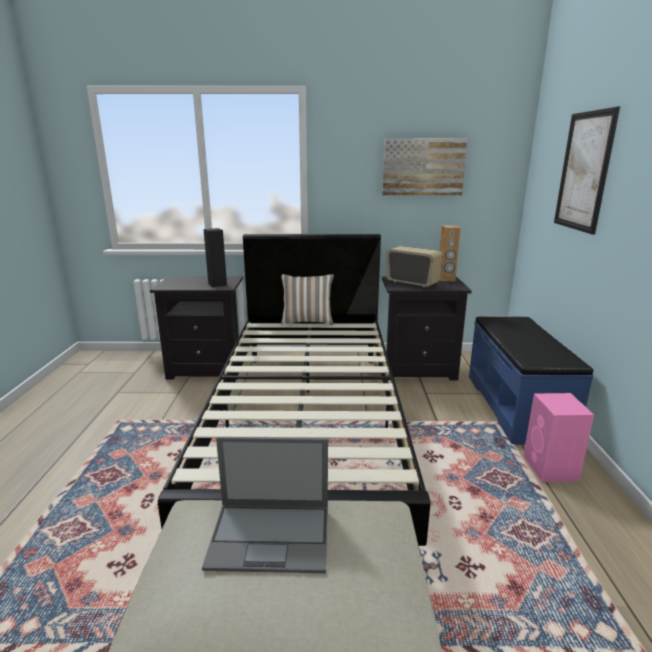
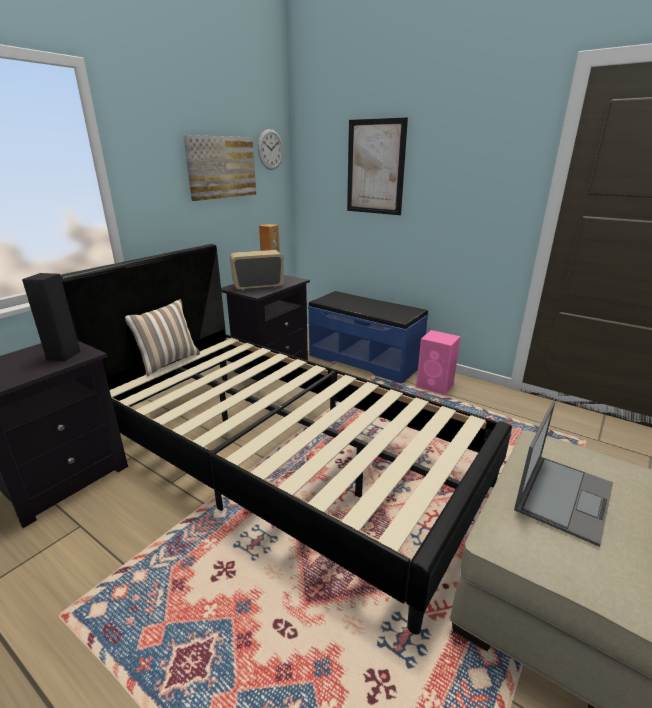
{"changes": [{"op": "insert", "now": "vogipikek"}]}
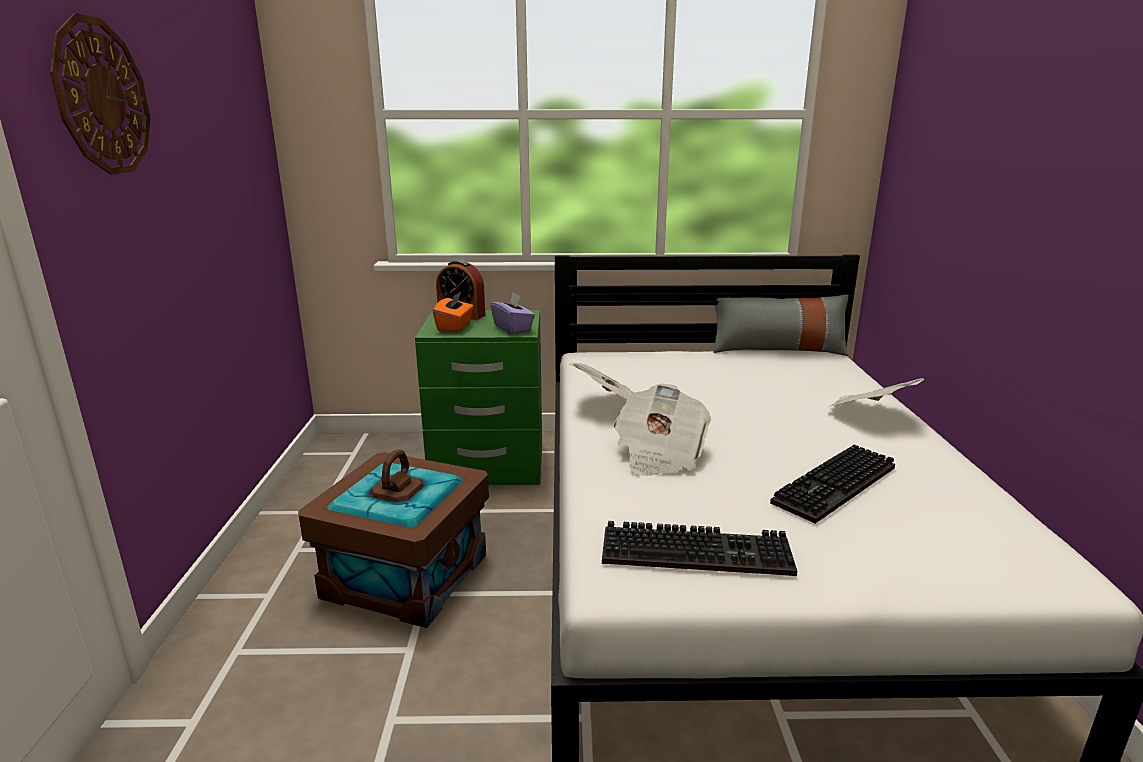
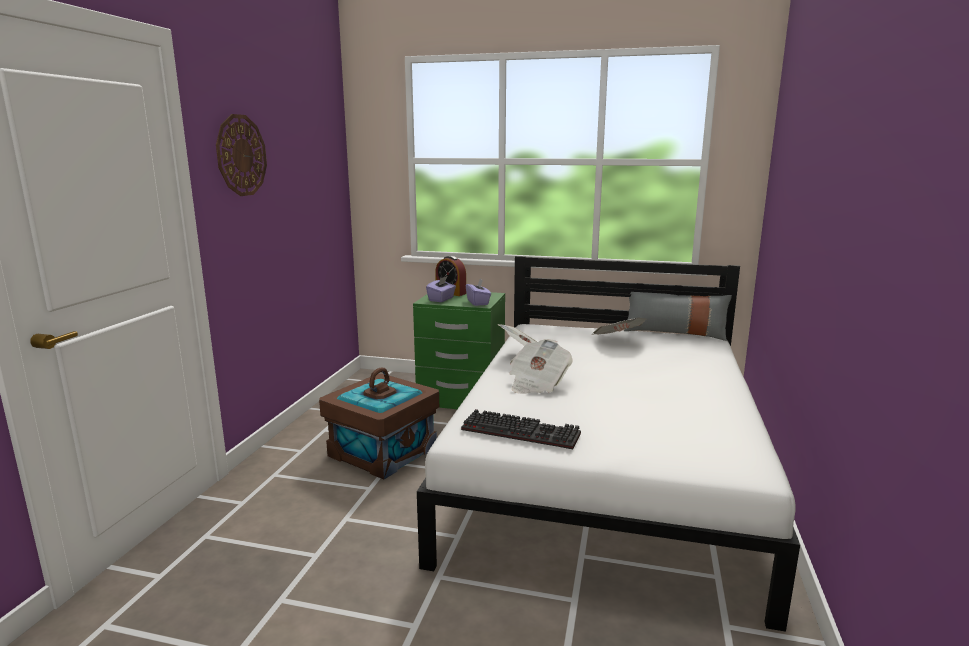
{"changes": [{"op": "recolor", "was": "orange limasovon", "now": "purple limasovon (1st from left)"}, {"op": "delete", "was": "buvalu (2nd from left)"}, {"op": "move", "was": "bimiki (3rd from left)"}]}
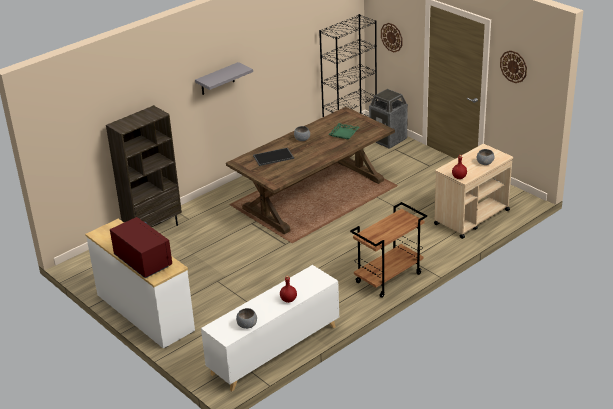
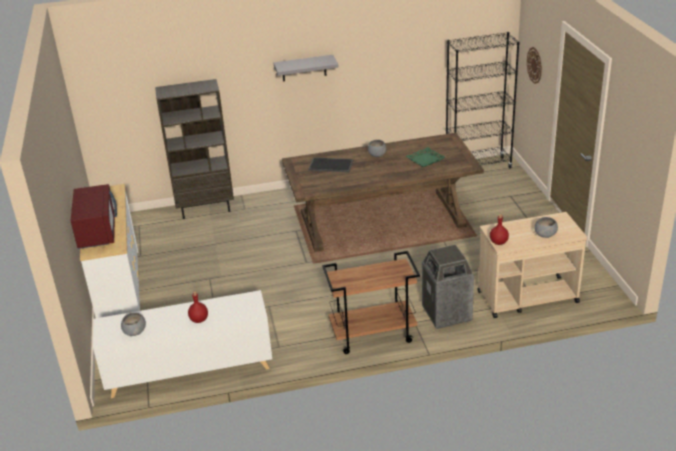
{"changes": [{"op": "move", "was": "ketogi"}, {"op": "delete", "was": "vogipikek (2nd from left)"}]}
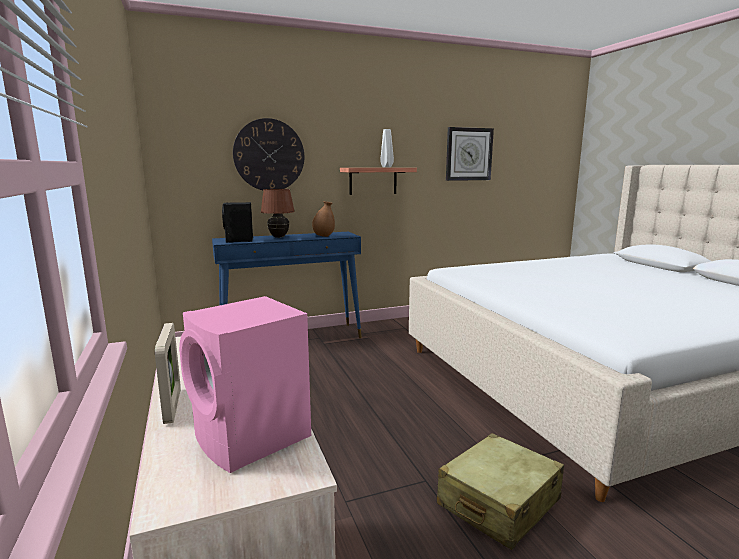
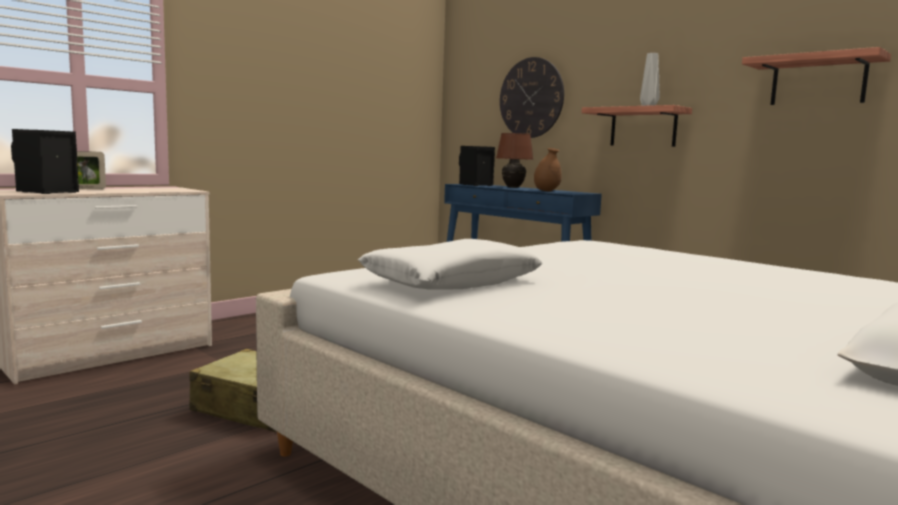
{"changes": [{"op": "recolor", "was": "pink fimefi", "now": "black fimefi (1st from left)"}, {"op": "replace", "was": "vogipikek (2nd from left)", "now": "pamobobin (2nd from left)"}, {"op": "insert", "now": "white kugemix"}]}
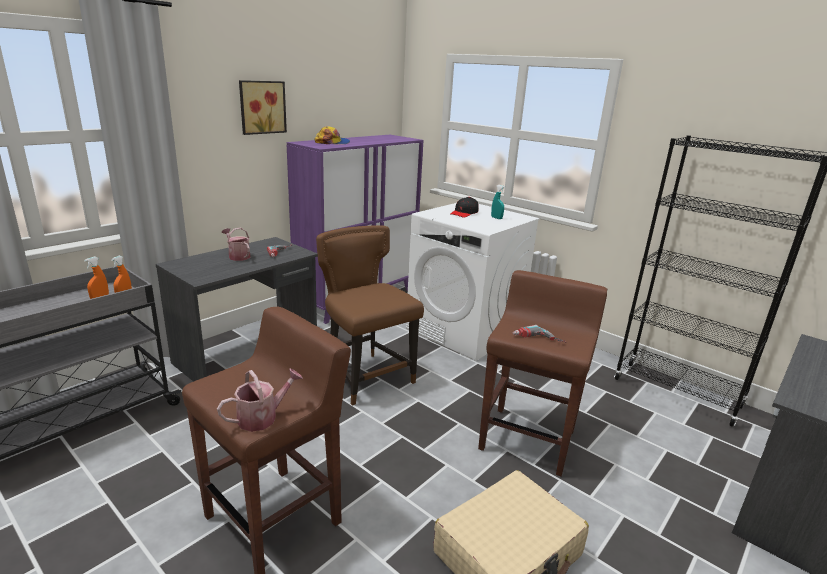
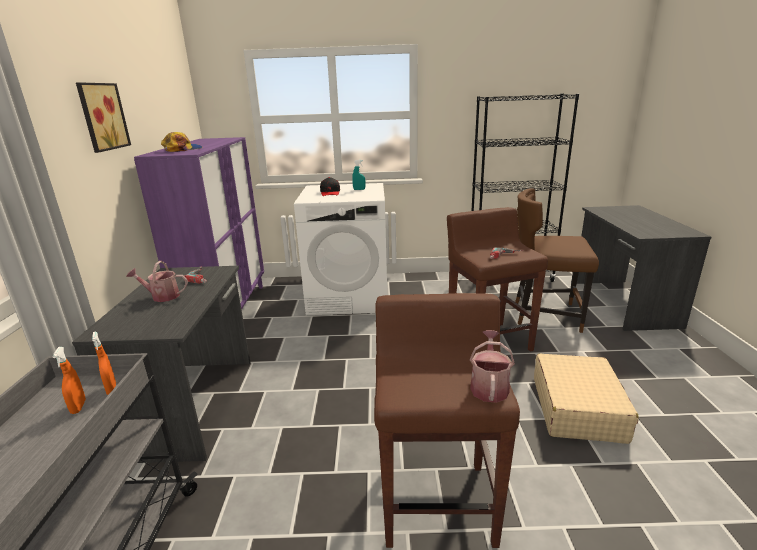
{"changes": [{"op": "move", "was": "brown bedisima"}]}
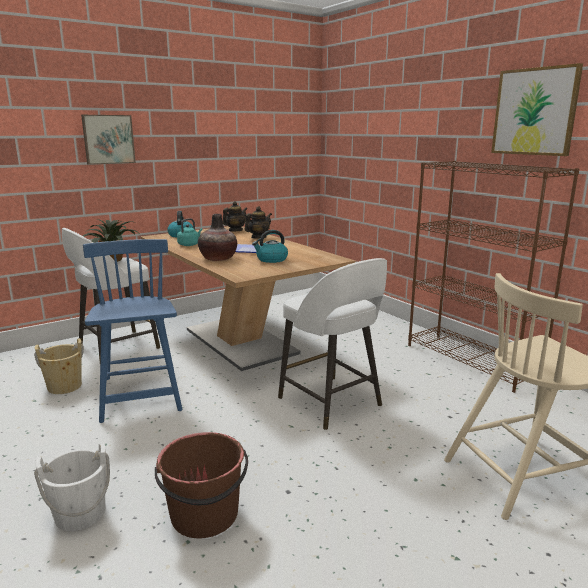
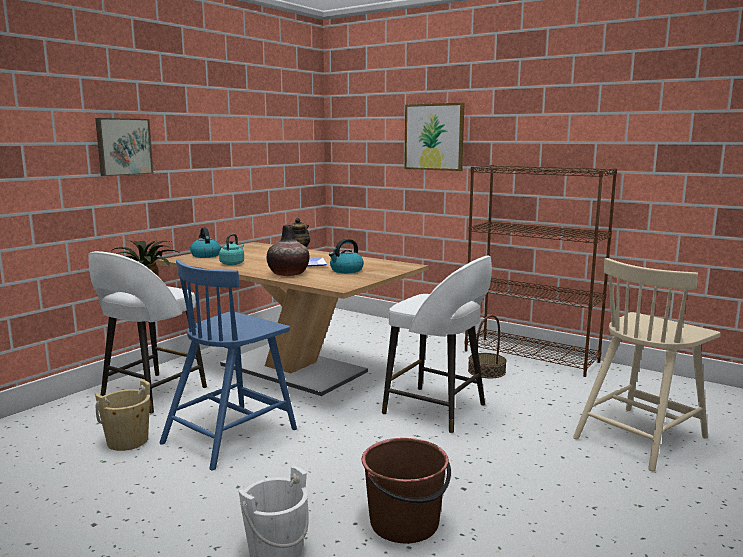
{"changes": [{"op": "rotate", "was": "blue bedisima", "clockwise": -105}, {"op": "delete", "was": "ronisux (1st from left)"}, {"op": "move", "was": "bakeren (2nd from left)"}, {"op": "insert", "now": "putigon"}]}
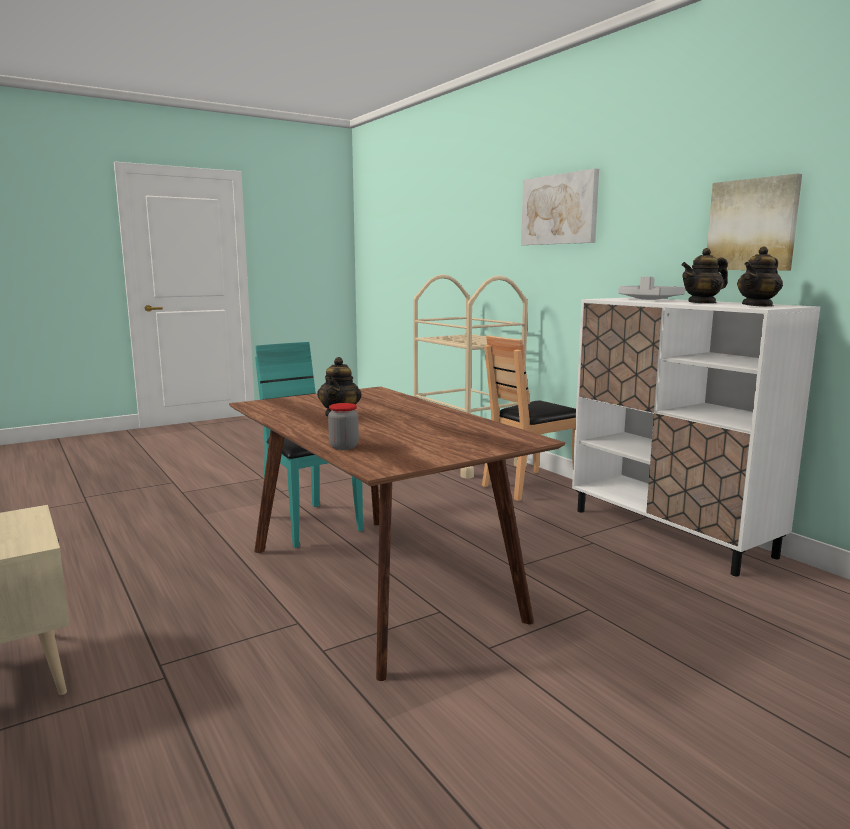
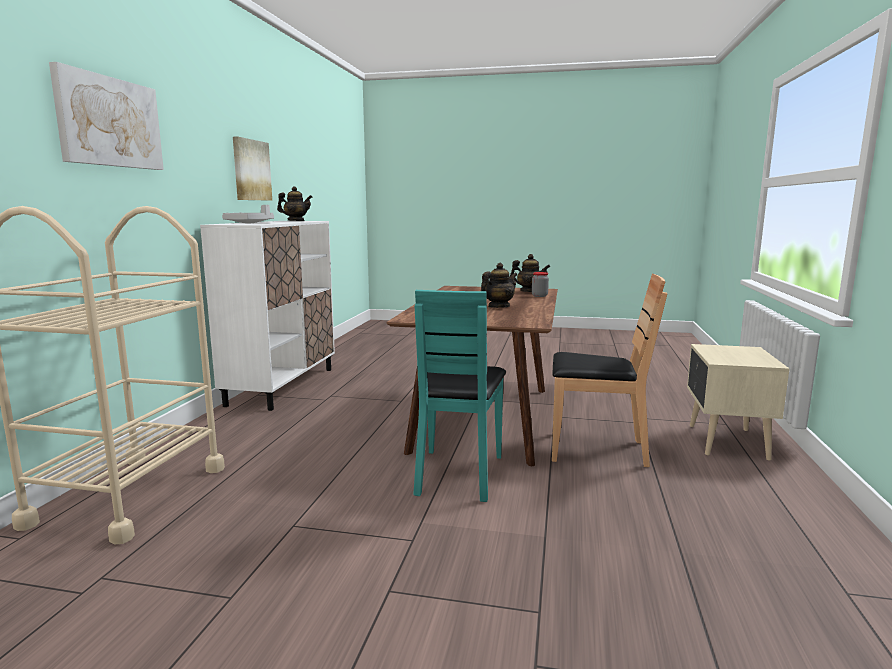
{"changes": [{"op": "move", "was": "brown bedisima"}, {"op": "move", "was": "ronisux (2nd from left in the first image)", "now": "ronisux (3rd from left)"}]}
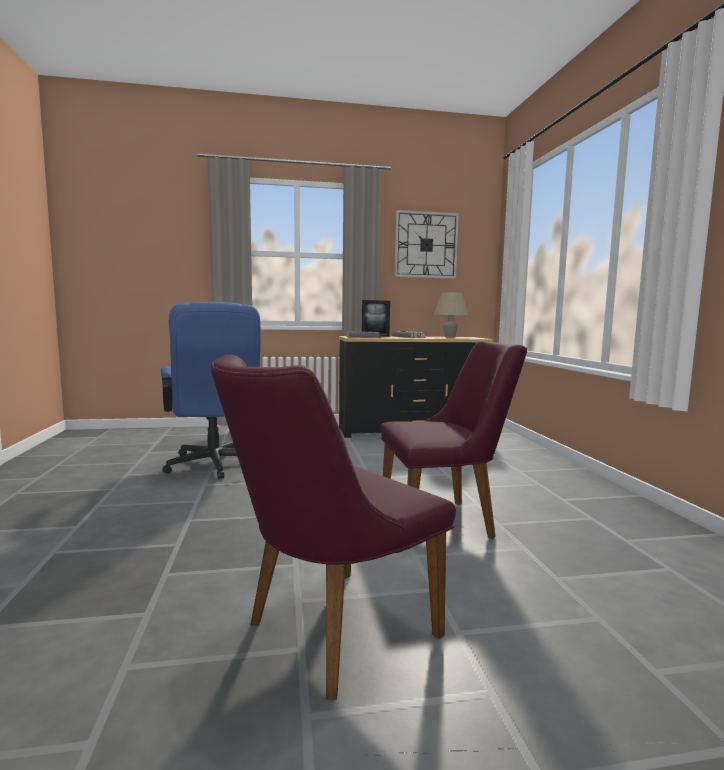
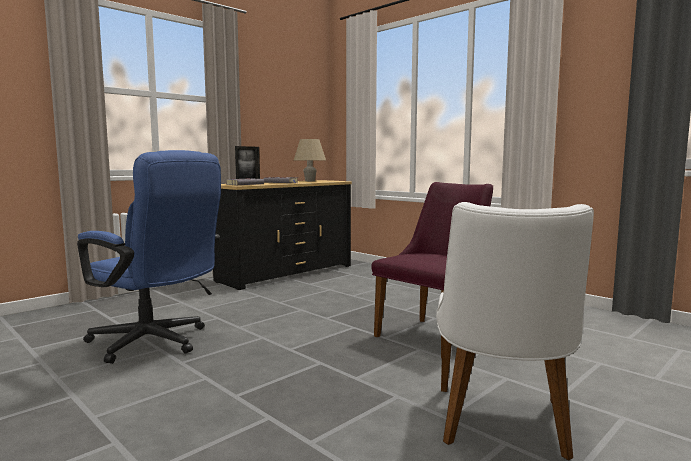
{"changes": [{"op": "recolor", "was": "purple bedisima (1st from left)", "now": "white bedisima"}, {"op": "delete", "was": "vogipikek"}]}
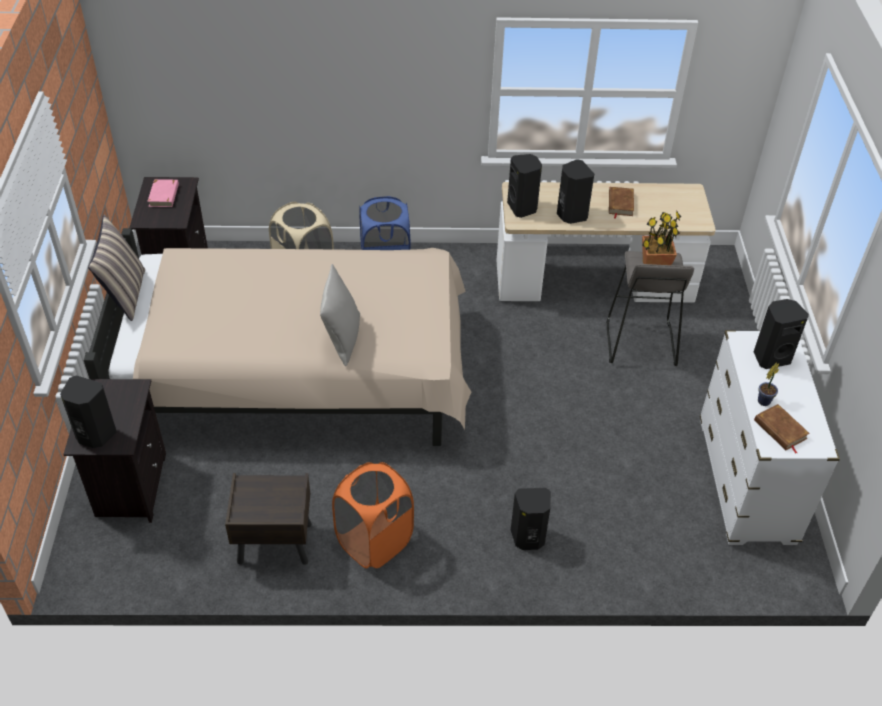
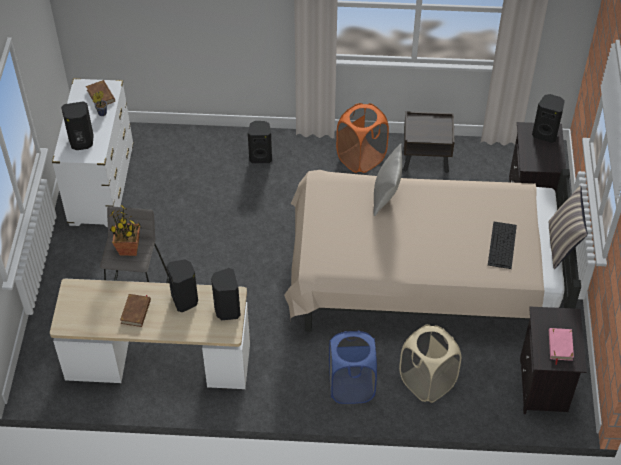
{"changes": [{"op": "insert", "now": "buvalu"}]}
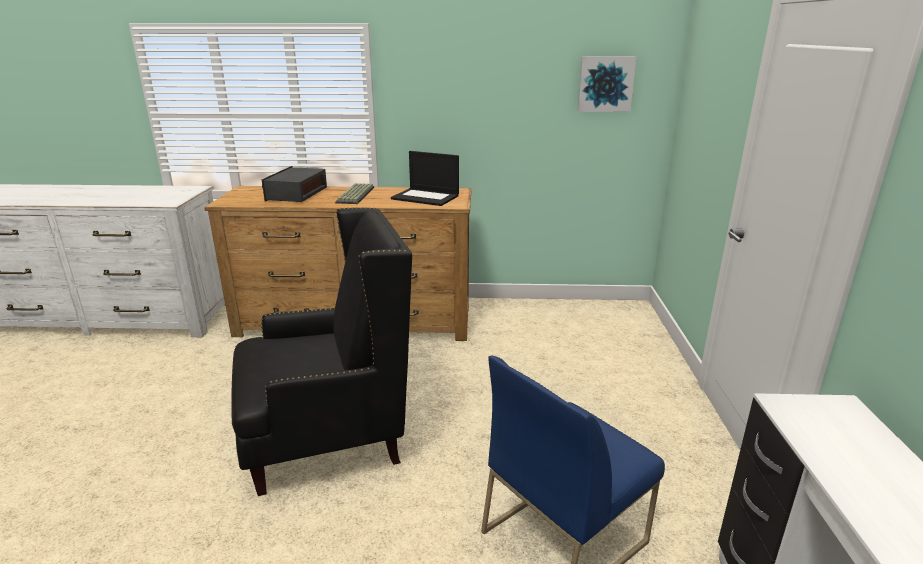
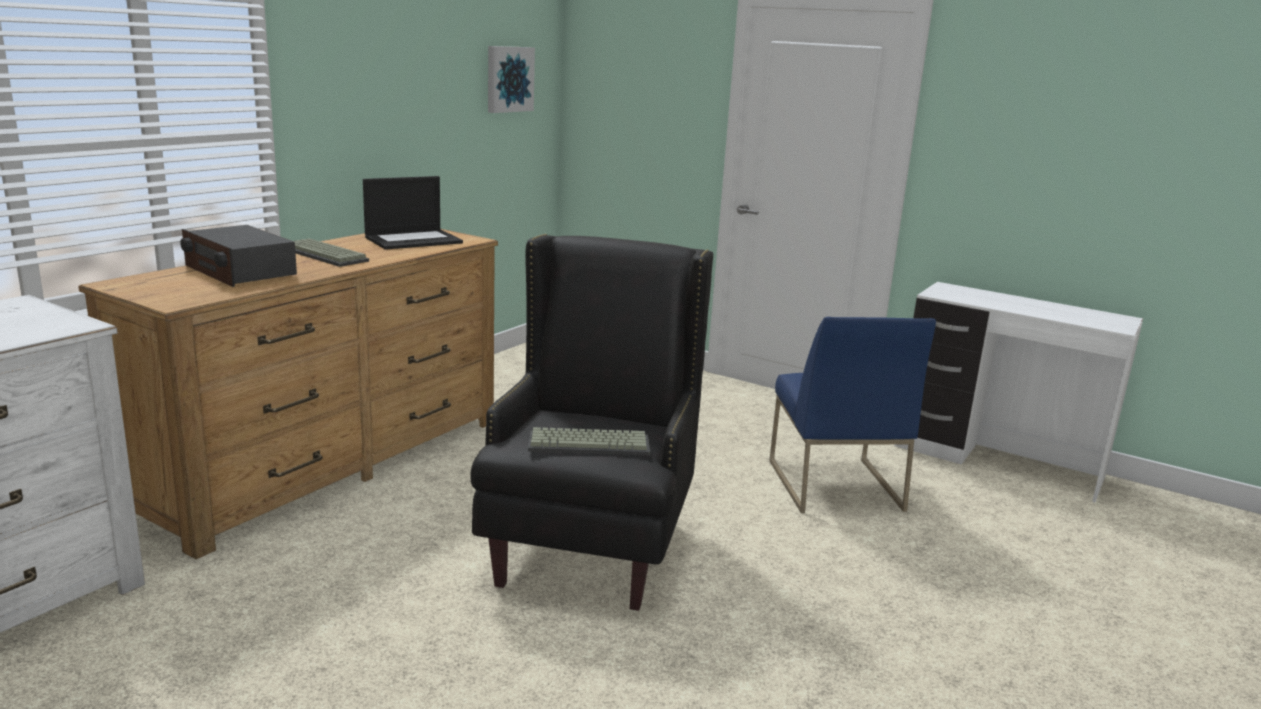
{"changes": [{"op": "insert", "now": "buvalu (2nd from left)"}]}
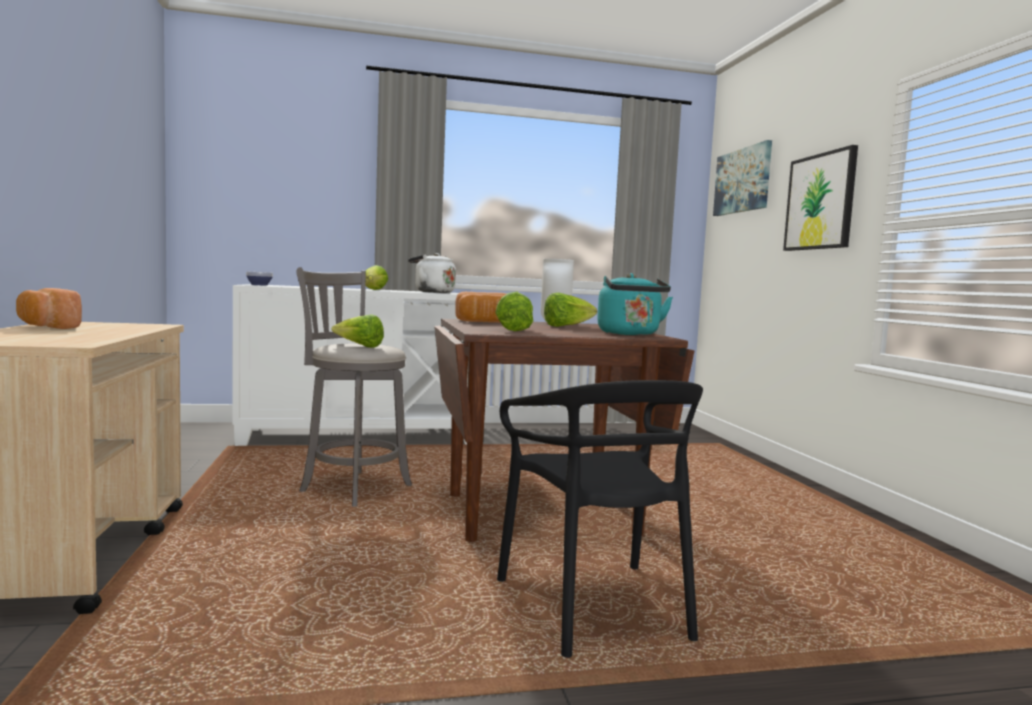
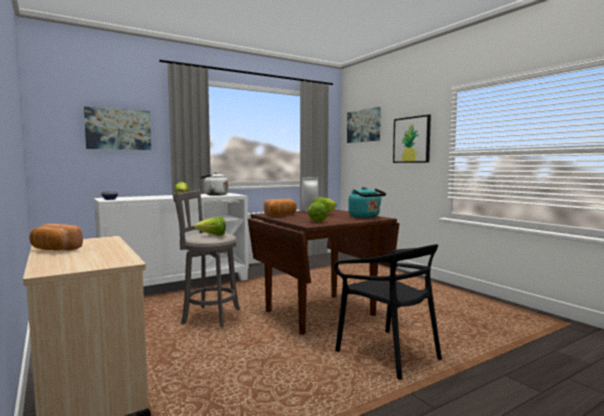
{"changes": [{"op": "insert", "now": "bakeren (1st from left)"}]}
